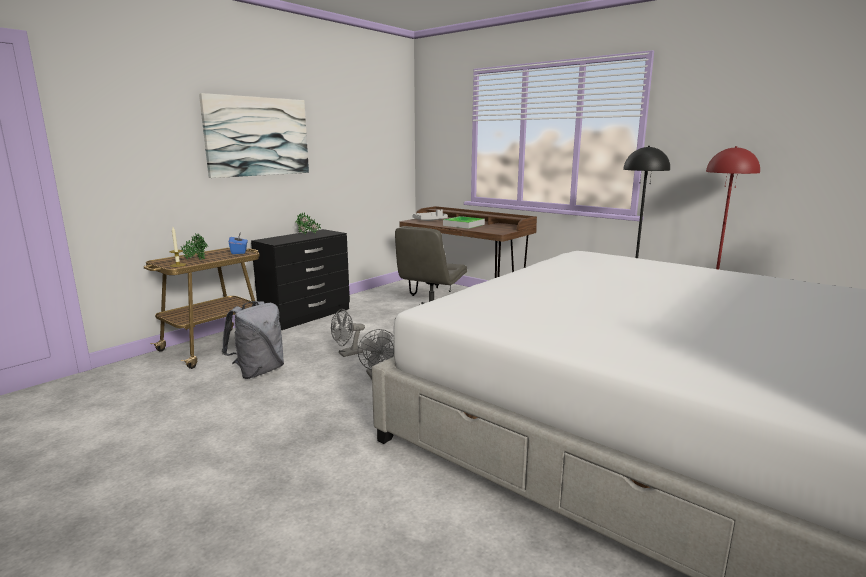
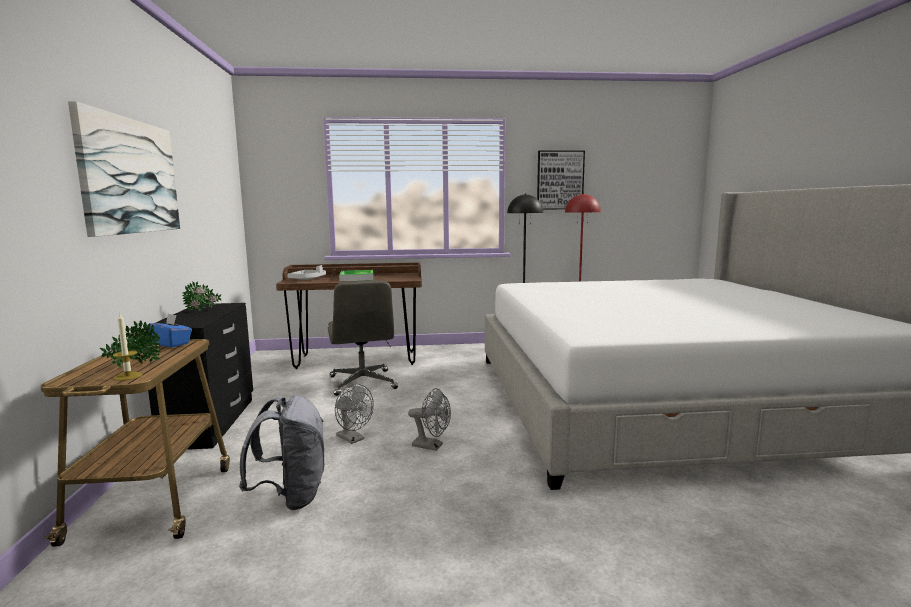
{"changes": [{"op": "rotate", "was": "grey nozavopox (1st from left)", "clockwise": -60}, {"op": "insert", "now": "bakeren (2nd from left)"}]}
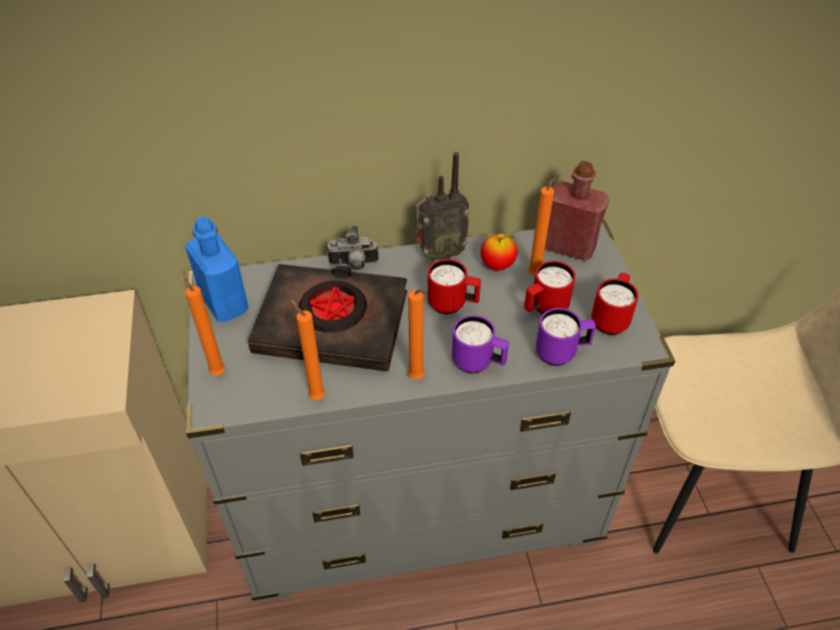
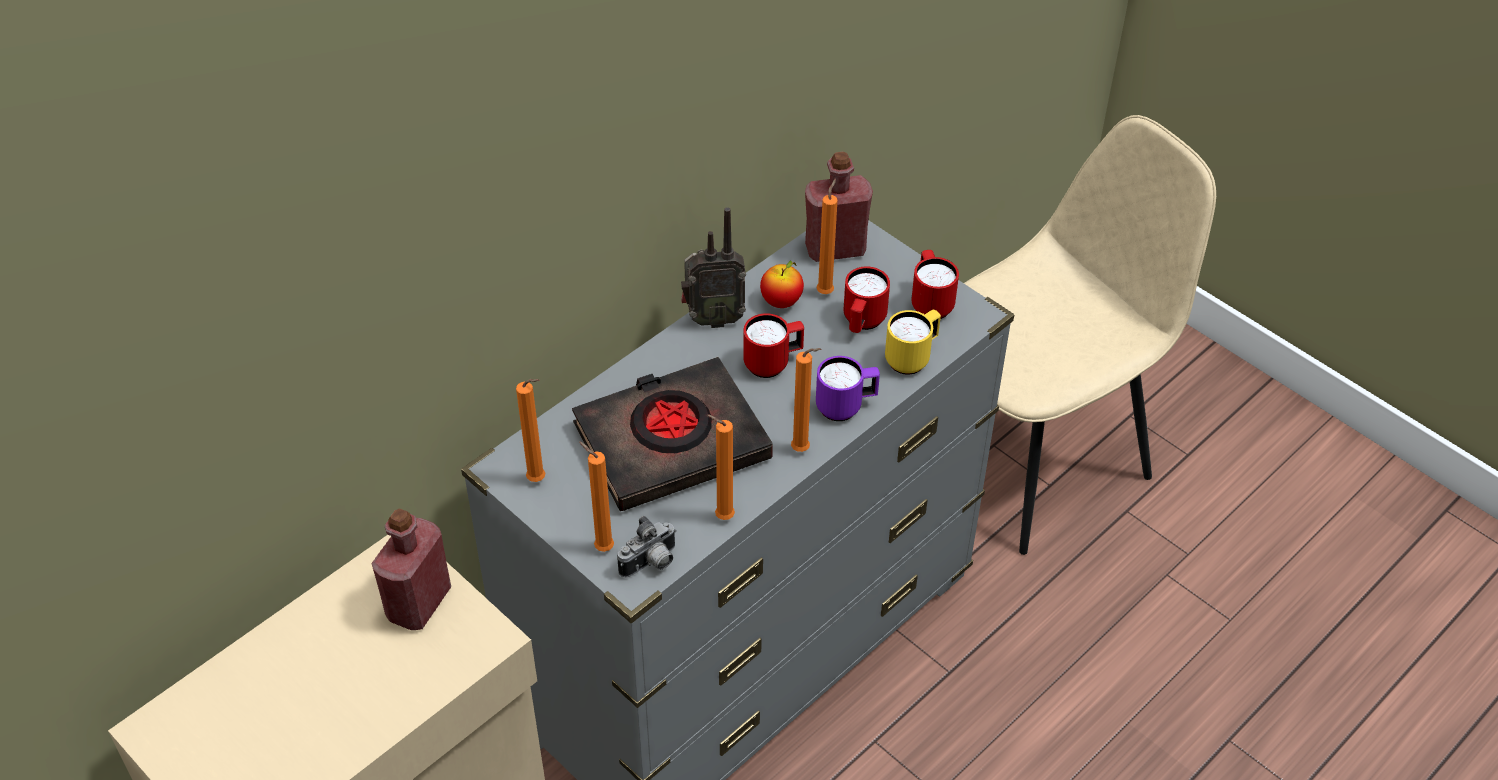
{"changes": [{"op": "replace", "was": "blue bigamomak", "now": "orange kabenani (1st from left)"}, {"op": "move", "was": "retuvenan"}, {"op": "rotate", "was": "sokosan", "clockwise": 45}, {"op": "recolor", "was": "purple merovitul (2nd from left)", "now": "yellow merovitul"}, {"op": "insert", "now": "red bigamomak (1st from left)"}]}
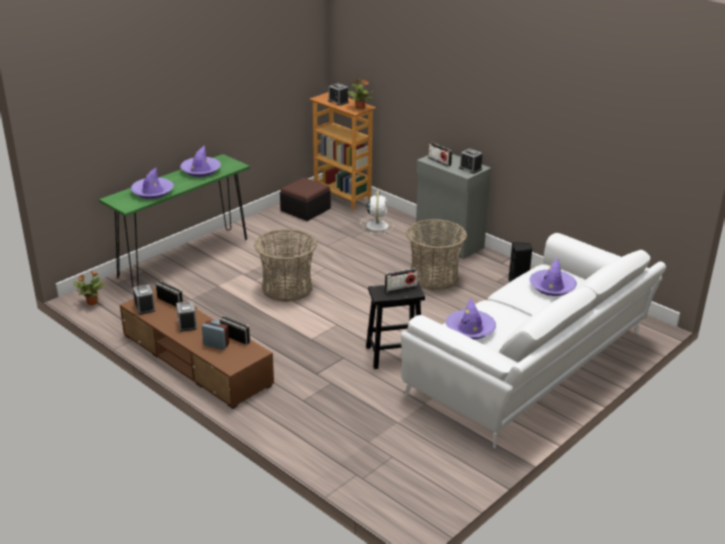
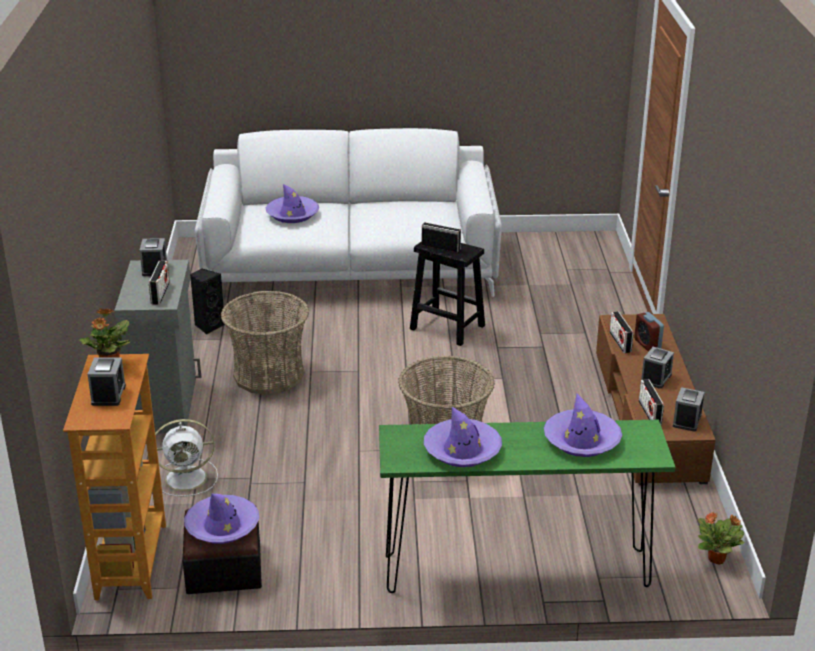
{"changes": [{"op": "rotate", "was": "white nozavopox", "clockwise": -150}, {"op": "move", "was": "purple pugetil (3rd from left in the first image)", "now": "purple pugetil (1st from left)"}]}
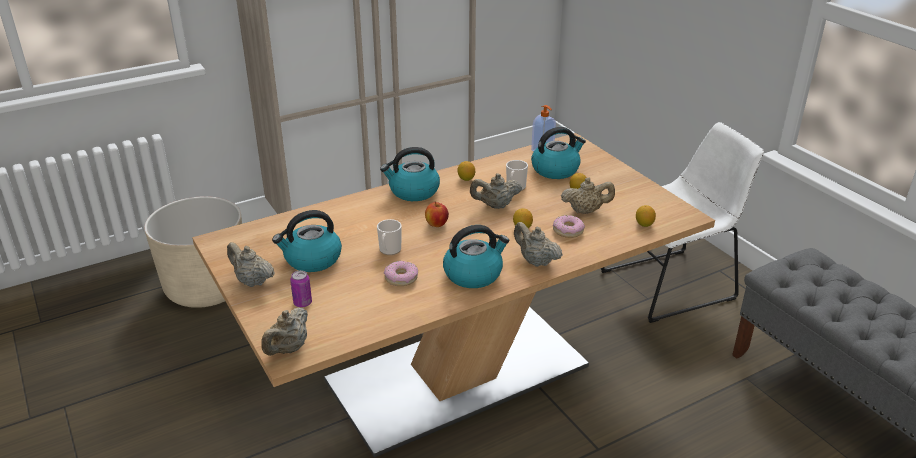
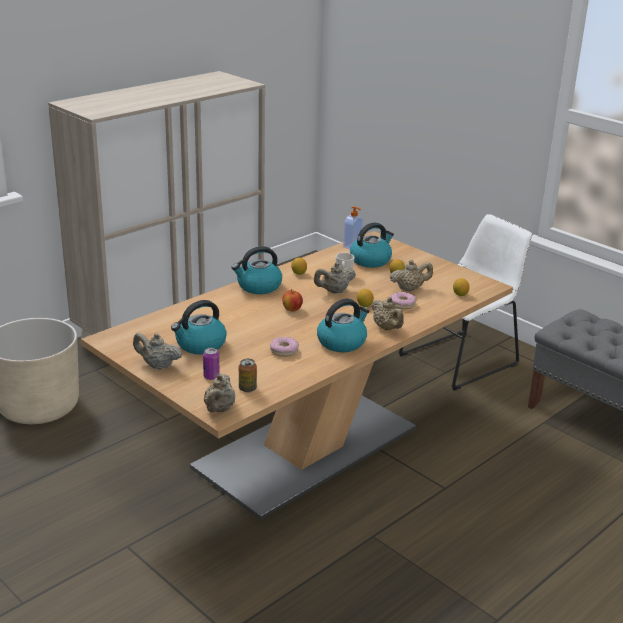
{"changes": [{"op": "delete", "was": "merovitul (1st from left)"}, {"op": "rotate", "was": "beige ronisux (4th from left)", "clockwise": -150}, {"op": "insert", "now": "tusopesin (2nd from left)"}]}
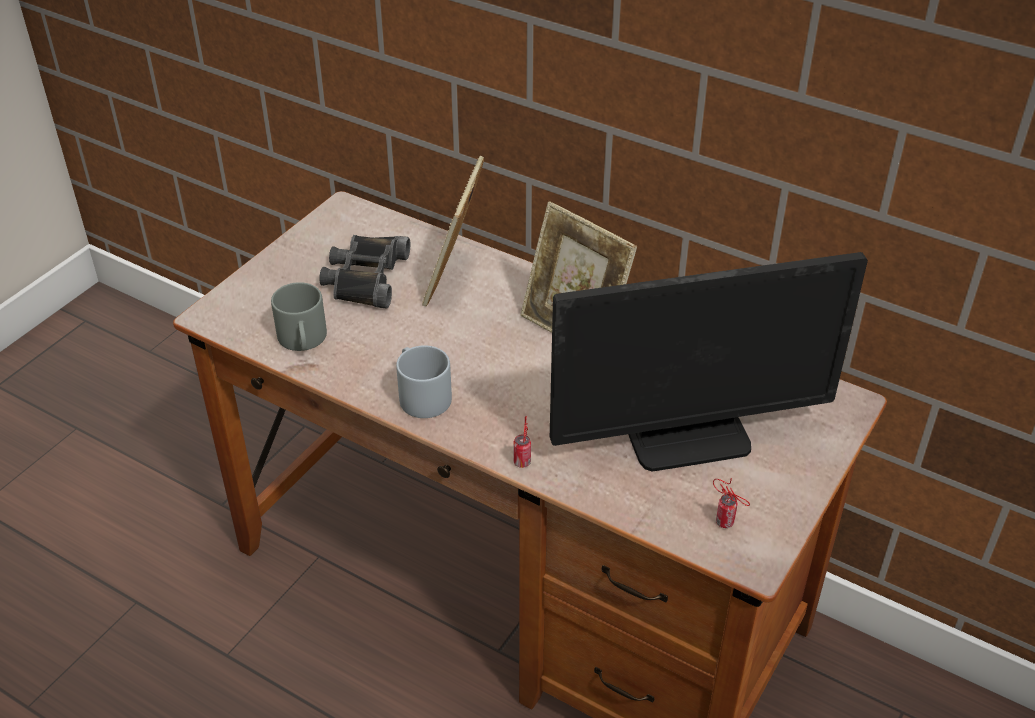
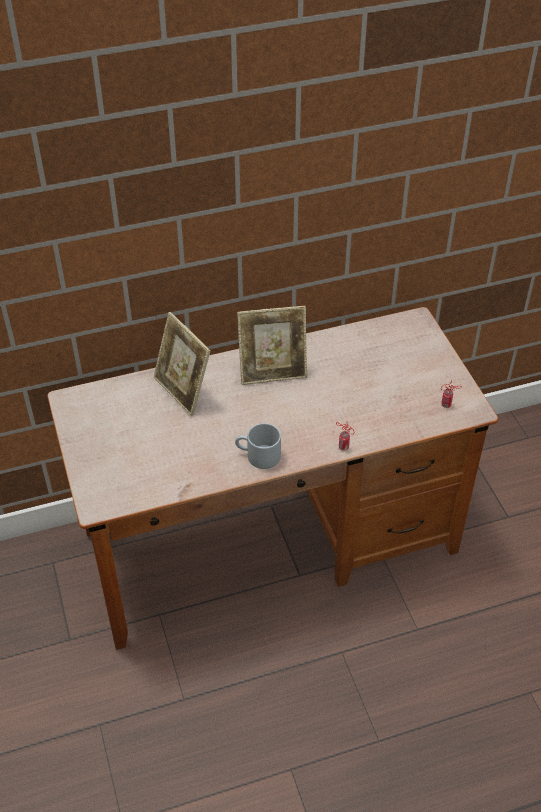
{"changes": [{"op": "delete", "was": "grey merovitul (1st from left)"}, {"op": "delete", "was": "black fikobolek"}, {"op": "delete", "was": "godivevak"}]}
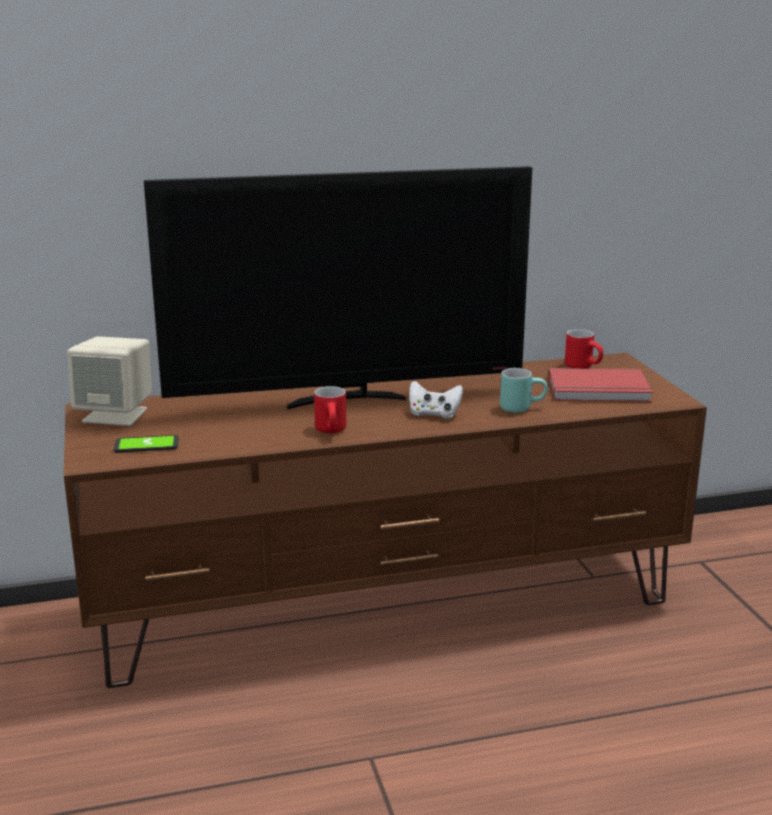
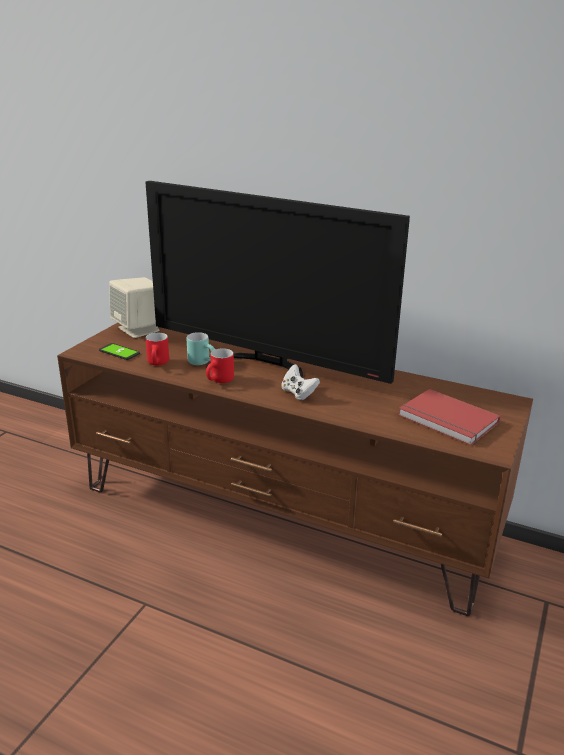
{"changes": [{"op": "move", "was": "turquoise merovitul"}, {"op": "move", "was": "red merovitul (2nd from left in the first image)", "now": "red merovitul (1st from left)"}]}
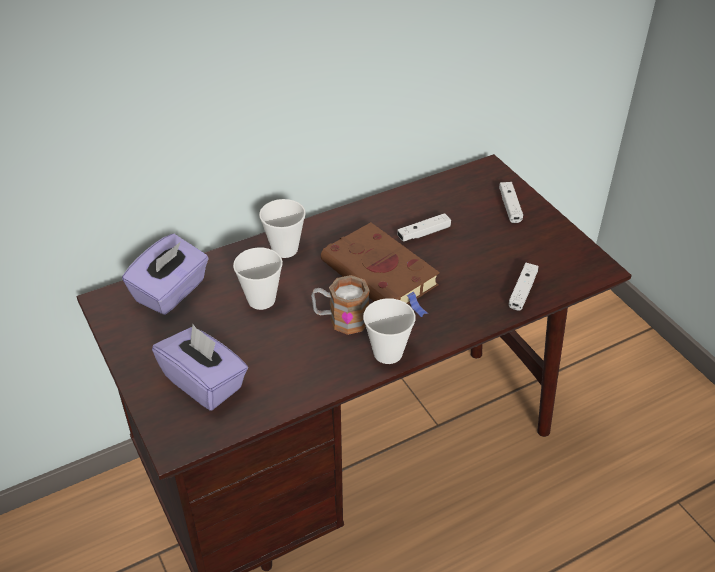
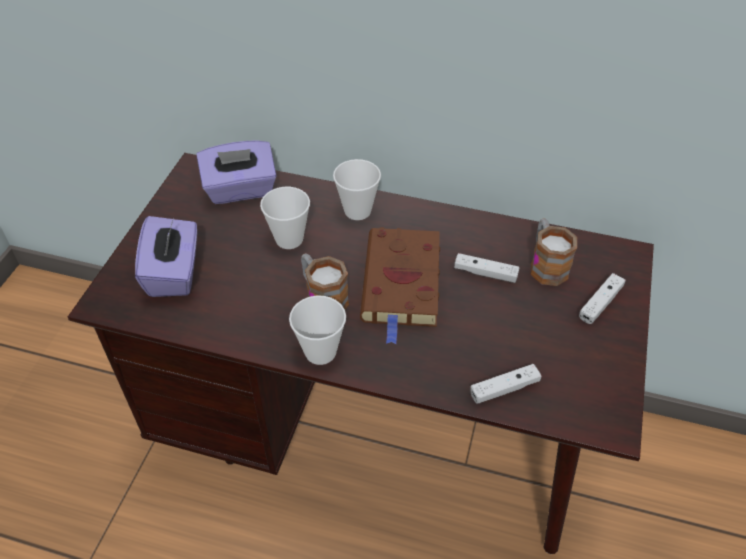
{"changes": [{"op": "insert", "now": "merovitul (2nd from left)"}]}
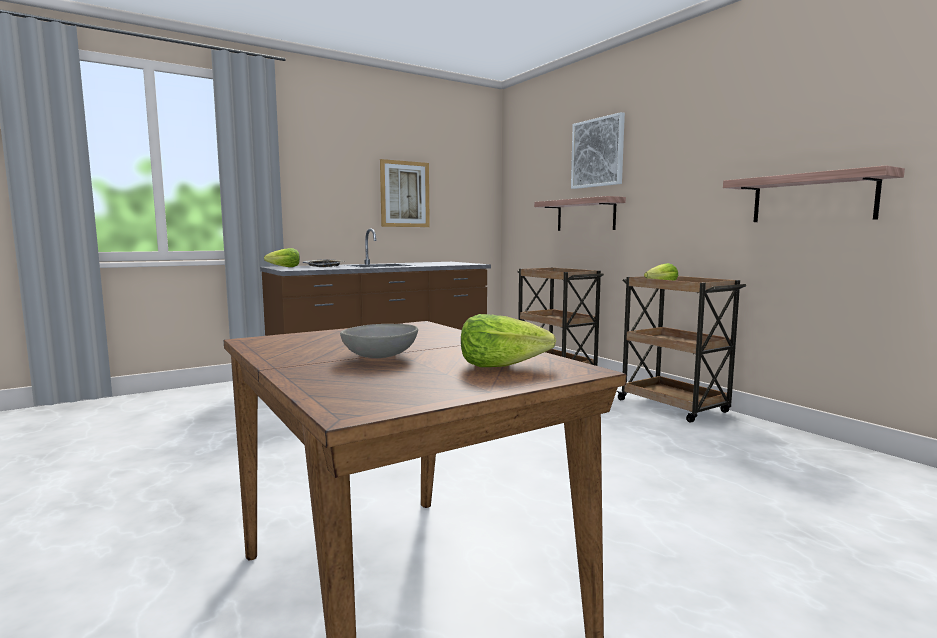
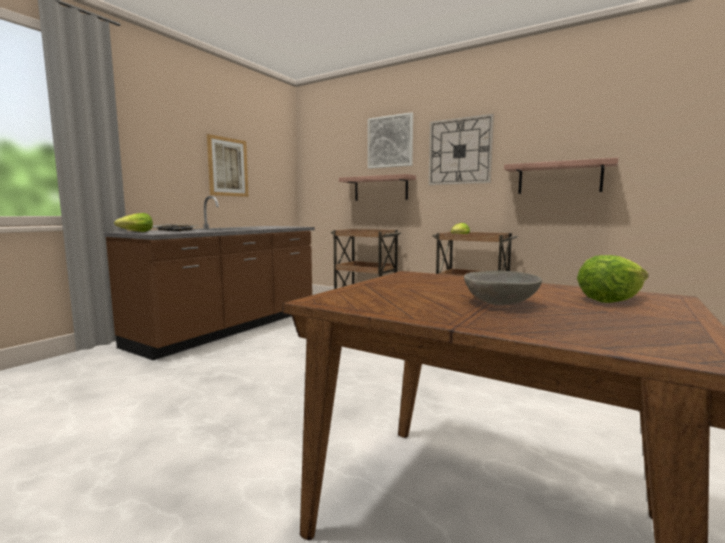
{"changes": [{"op": "insert", "now": "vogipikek"}]}
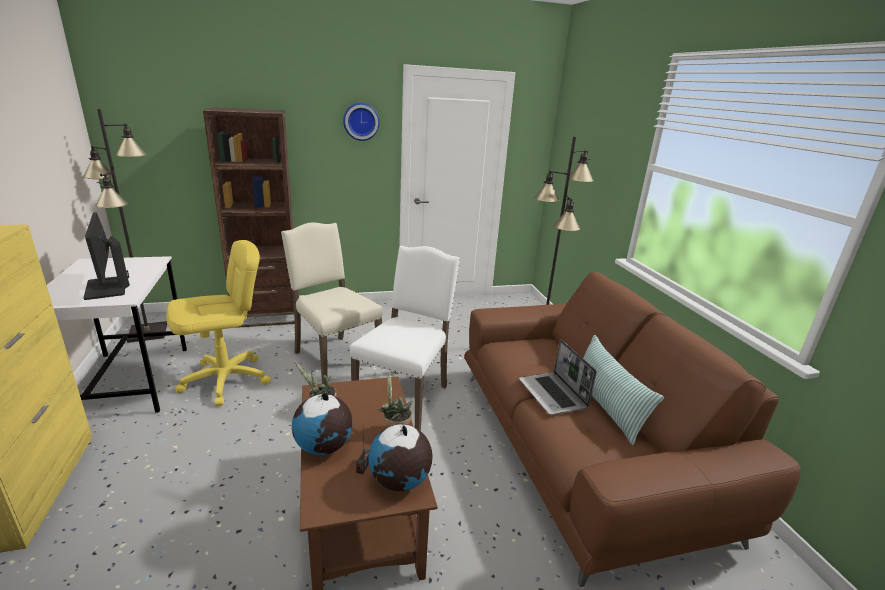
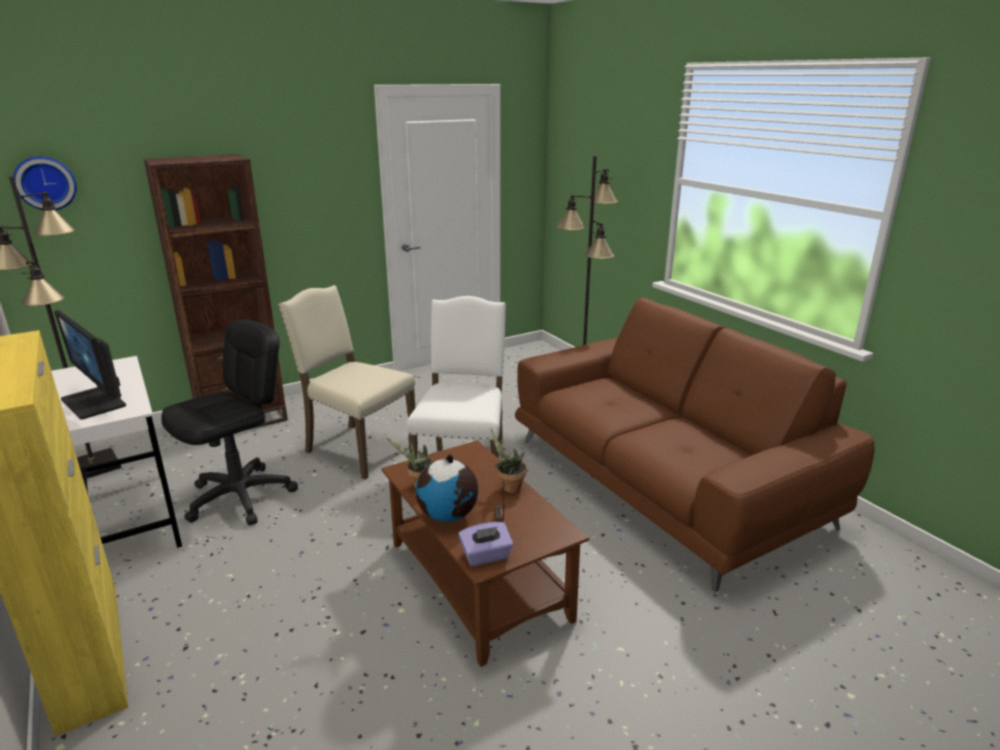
{"changes": [{"op": "recolor", "was": "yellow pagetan", "now": "black pagetan"}, {"op": "move", "was": "vogipikek"}, {"op": "delete", "was": "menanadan (2nd from left)"}, {"op": "delete", "was": "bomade"}, {"op": "delete", "was": "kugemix"}, {"op": "insert", "now": "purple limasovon"}]}
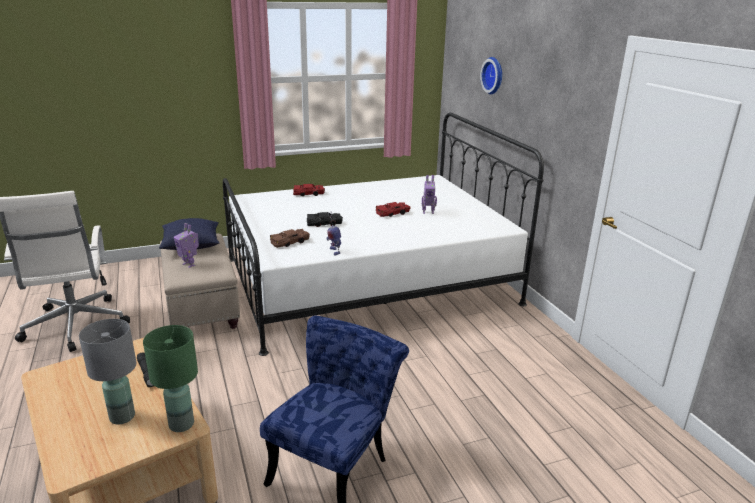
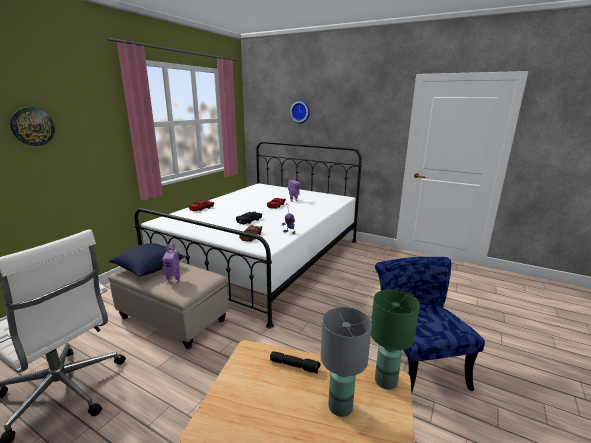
{"changes": [{"op": "insert", "now": "vogipikek (1st from left)"}]}
